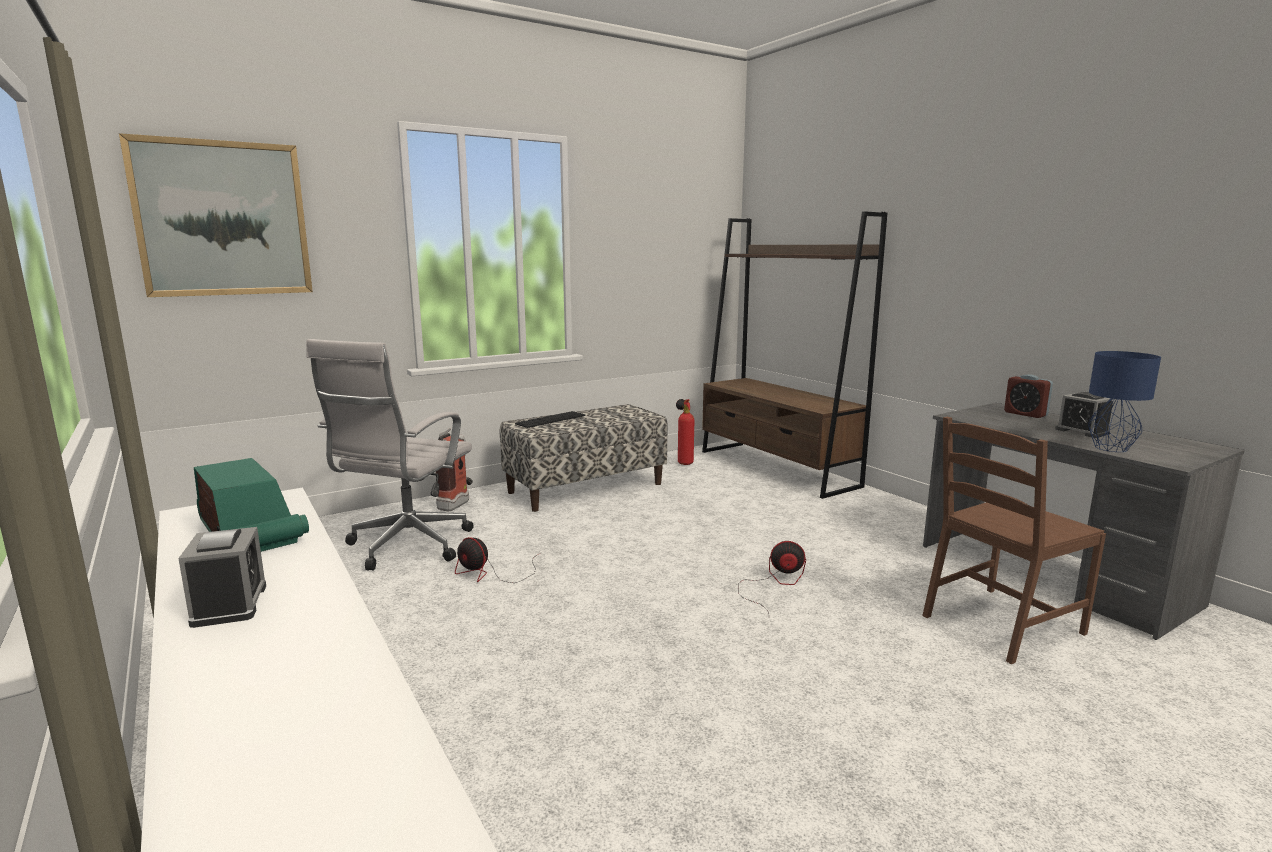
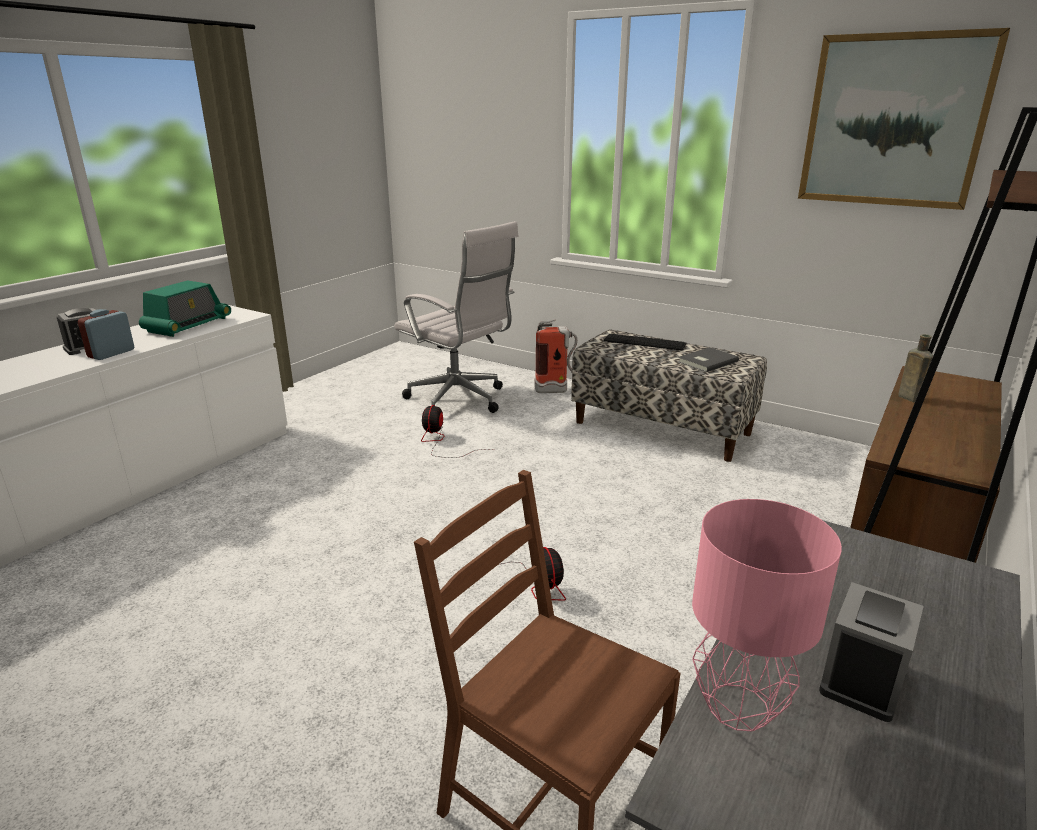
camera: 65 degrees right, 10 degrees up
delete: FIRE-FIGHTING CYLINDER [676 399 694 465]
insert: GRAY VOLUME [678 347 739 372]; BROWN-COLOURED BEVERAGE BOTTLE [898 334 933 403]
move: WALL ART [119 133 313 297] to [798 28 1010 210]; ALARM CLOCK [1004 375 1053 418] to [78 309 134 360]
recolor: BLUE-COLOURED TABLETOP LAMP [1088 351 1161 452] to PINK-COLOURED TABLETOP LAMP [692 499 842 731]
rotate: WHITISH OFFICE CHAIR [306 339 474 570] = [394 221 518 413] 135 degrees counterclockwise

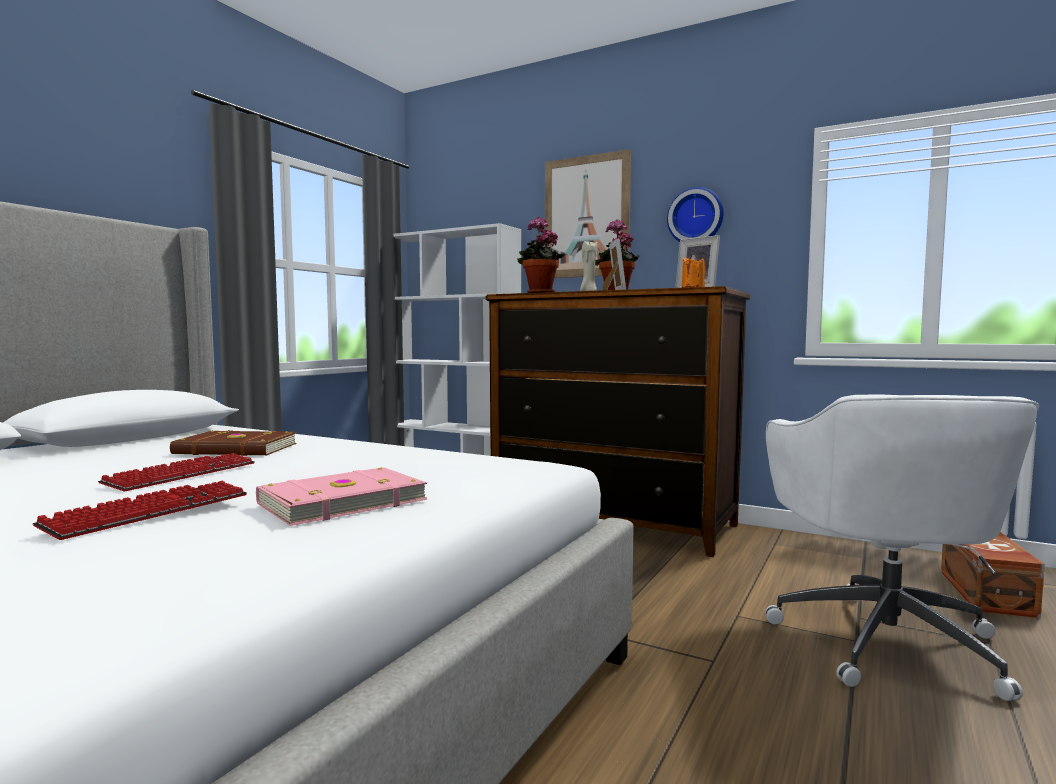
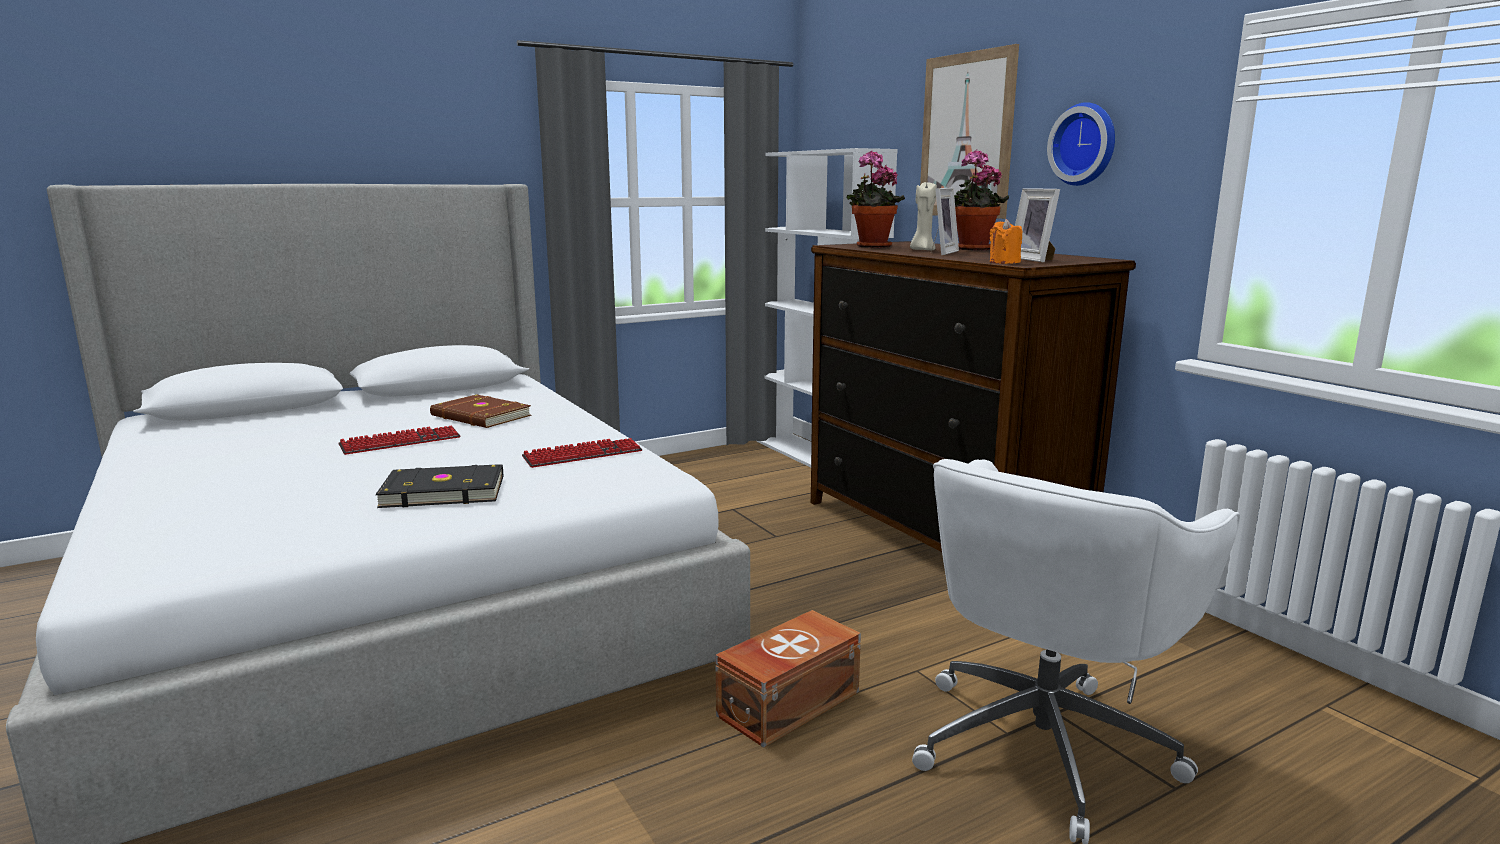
camera: 30 degrees right, 10 degrees up
move: PC KEYBOARD [33 481 247 540] to [522 438 643 468]; BROWN-COLOURED STORAGE BOX [941 532 1045 618] to [715 610 861 748]
recolor: PINK-COLOURED VOLUME [256 467 427 526] to BLACKISH VOLUME [376 464 503 508]

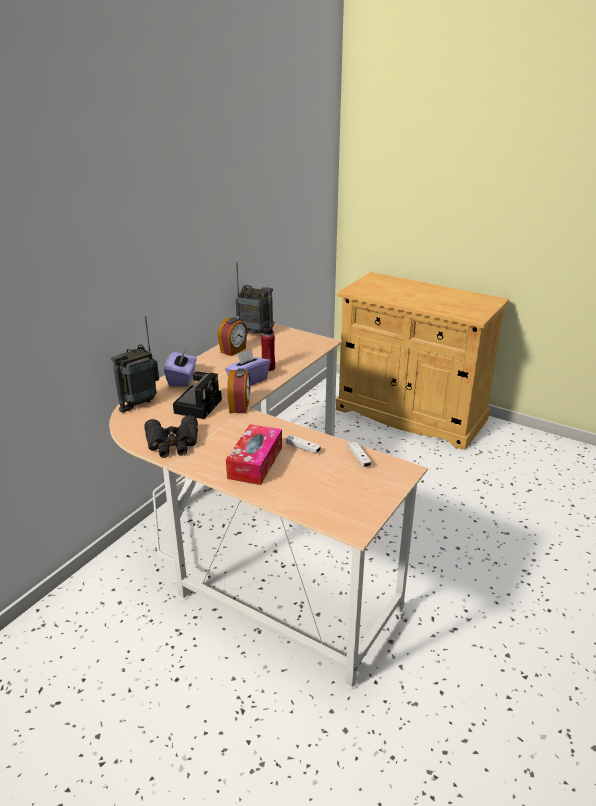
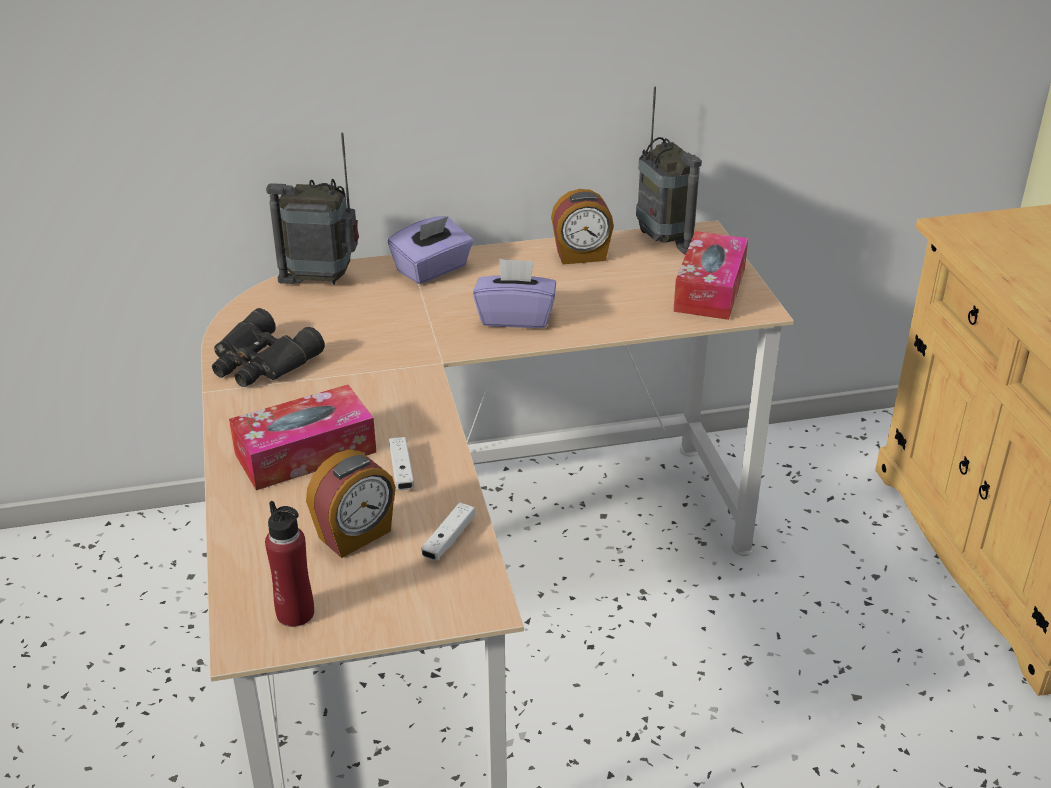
camera: 45 degrees right, 5 degrees up
delete: PHOTO CAMERA [173 372 222 419]
insert: TISSUE BOX [673 231 748 320]
move: ALARM CLOCK [227 368 250 413] to [306 449 396 558]; RED BEVERAGE BOTTLE [261 321 275 371] to [265 501 314 627]

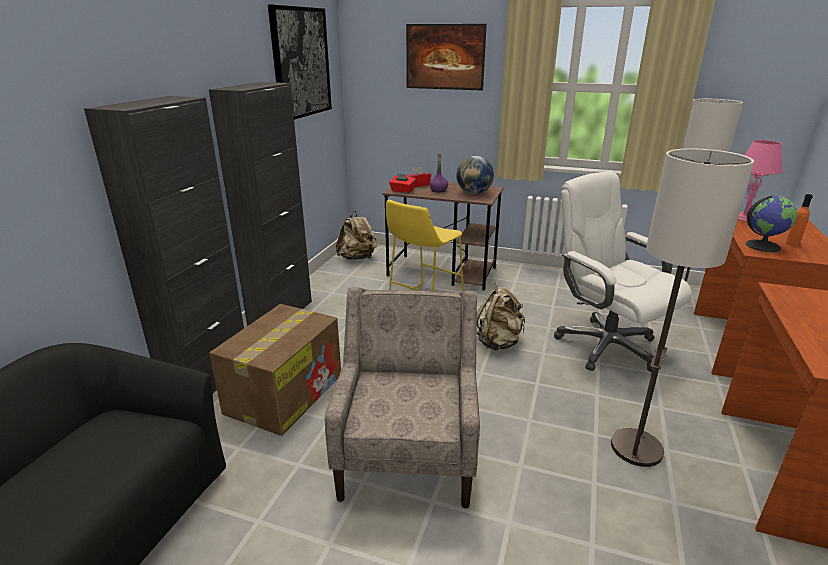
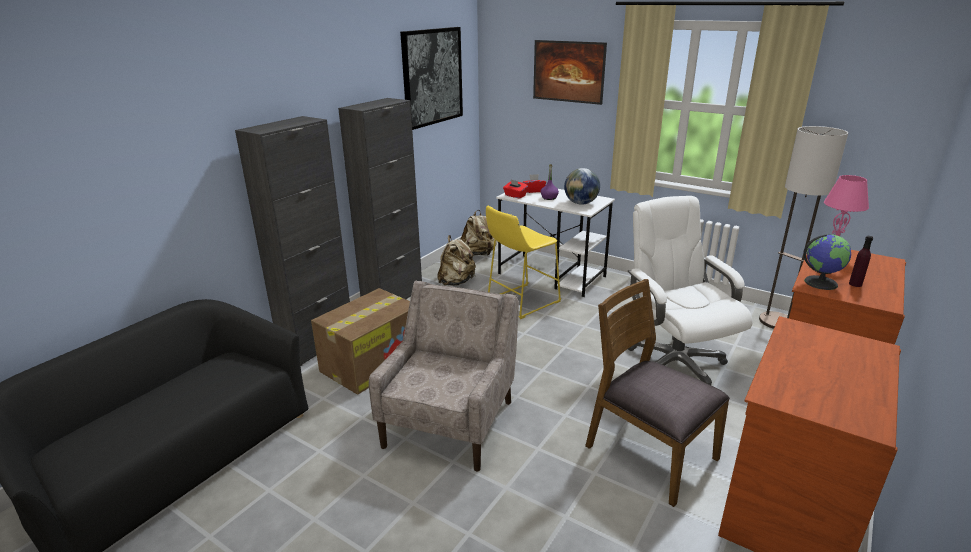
camera: 15 degrees right, 0 degrees up
move: BEIGE-COLOURED KNAPSACK [476 283 525 351] to [437 235 476 286]
replace: STANDARD LAMP [611 148 754 467] to BROWN-COLOURED CHAIR [585 279 730 507]
recolor: BROWN-COLOURED DESK TABLE [382 182 503 290] to WHITISH DESK TABLE [496 189 615 297]; ORANGEY BEVERAGE BOTTLE [785 194 813 247] to PURPLE-COLOURED BEVERAGE BOTTLE [849 236 873 287]

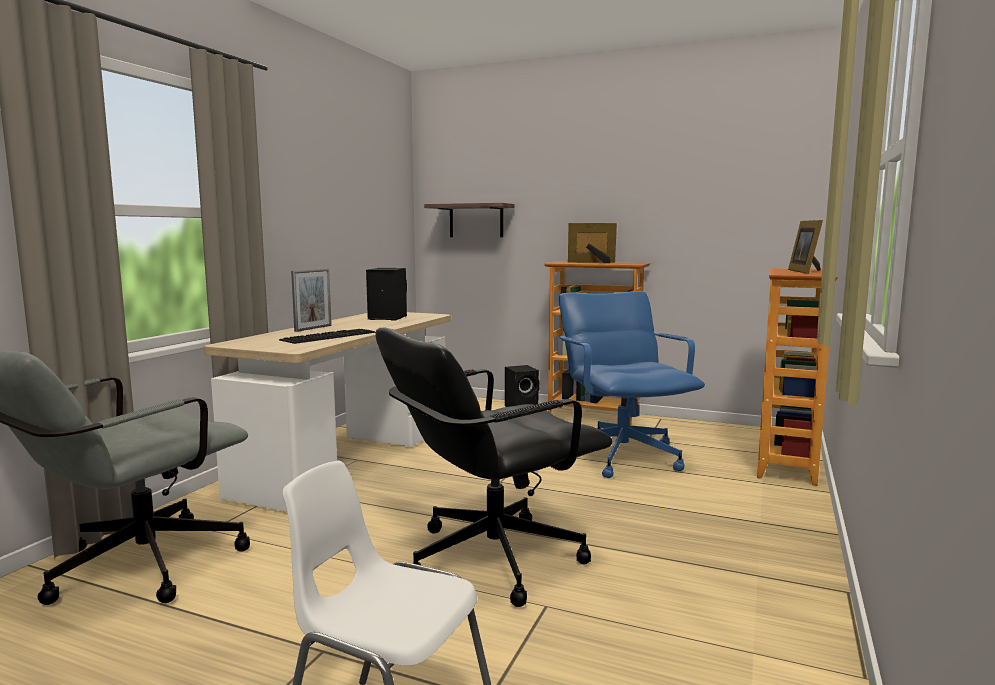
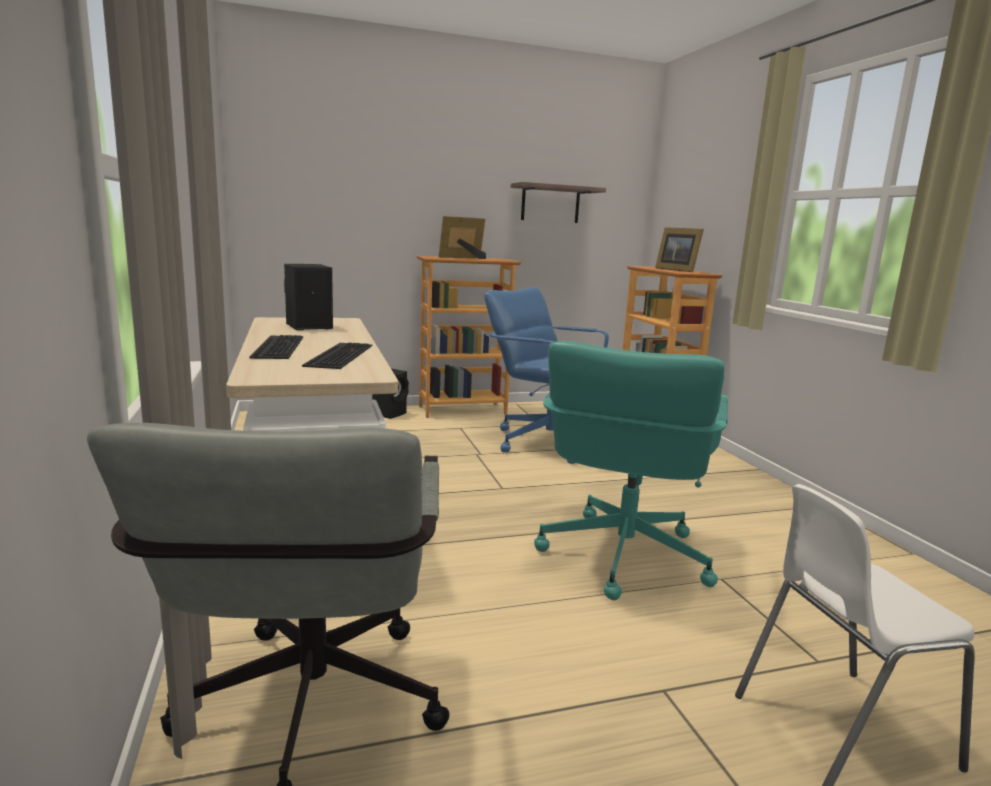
camera: 40 degrees left, 5 degrees up
move: BRACKET SHELF [424 203 515 237] to [511 182 606 223]
replace: STANDING FRAME [291 268 332 332] to PC KEYBOARD [250 335 303 359]
recolor: BLACKISH OFFICE CHAIR [376 328 613 607] to BLUE-GREEN OFFICE CHAIR [534 341 728 600]

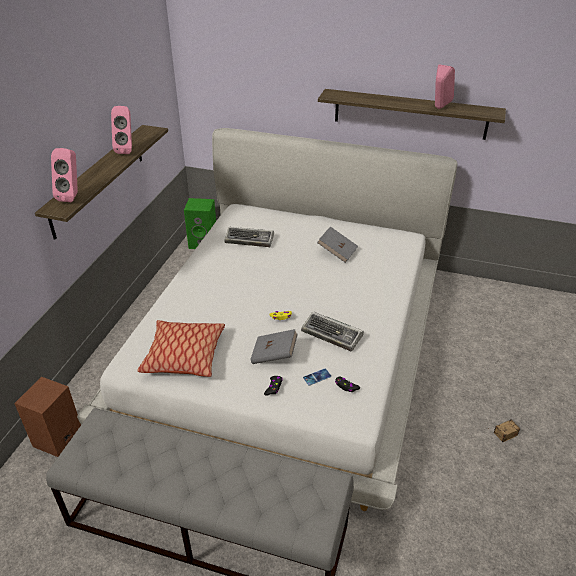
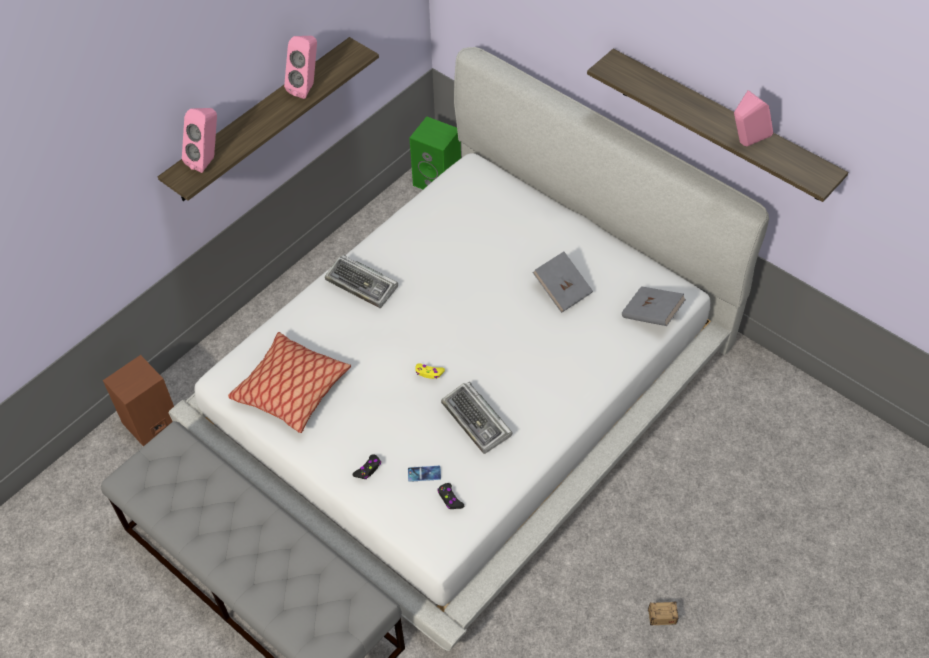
camera: 25 degrees right, 15 degrees up
move: PC KEYBOARD [224 227 274 247] to [325 254 398 308]; GRAY VOLUME [250 329 298 364] to [622 286 686 326]

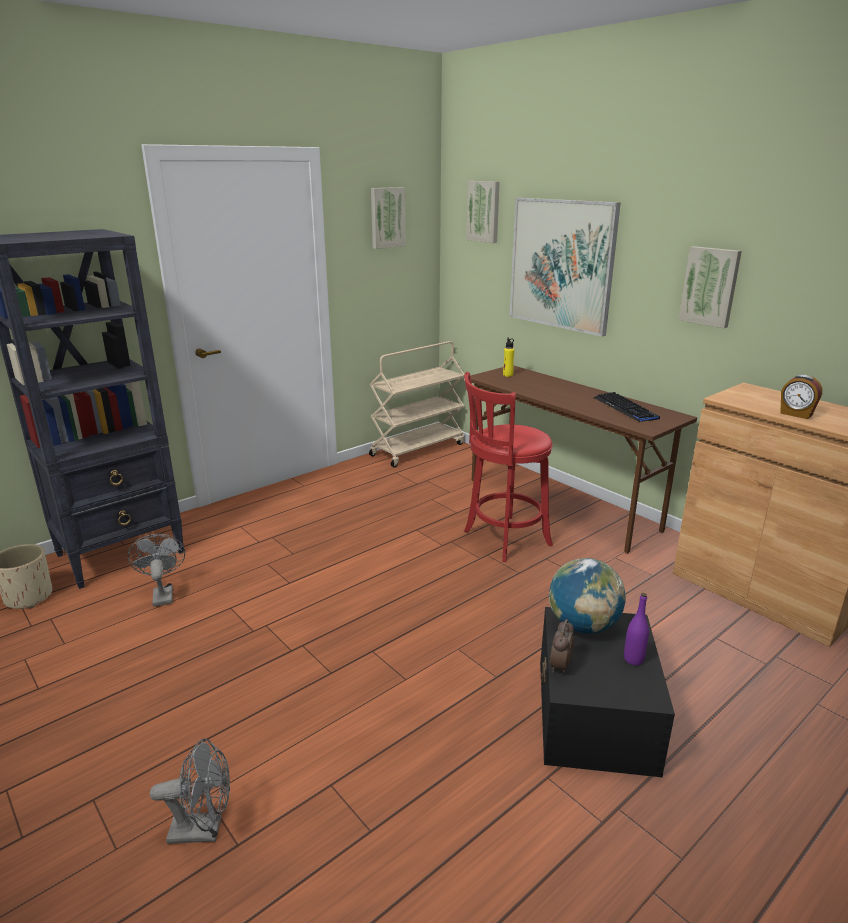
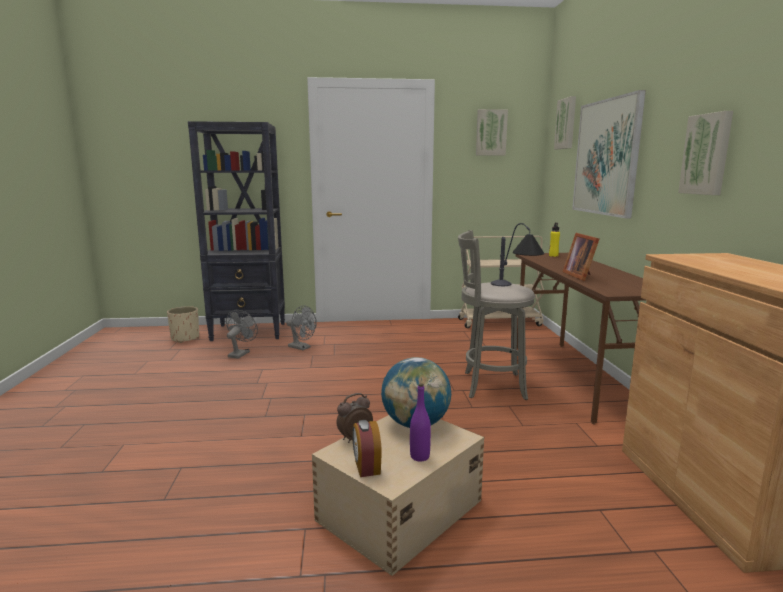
camera: 35 degrees right, 10 degrees down
delete: PC KEYBOARD [593 392 660 422]
insert: TABLETOP LAMP [491 223 544 286]; STANDING FRAME [562 233 599 281]
move: GRAY FAN [150 738 230 844] to [286 305 317 350]; ALARM CLOCK [780 375 822 419] to [352 420 382 477]
recolor: RED STOOL [464 372 553 562] to GRAY STOOL [458 230 535 400]; BLACKISH STORAGE BOX [540 607 675 777] to BEIGE-COLOURED STORAGE BOX [312 415 484 576]

